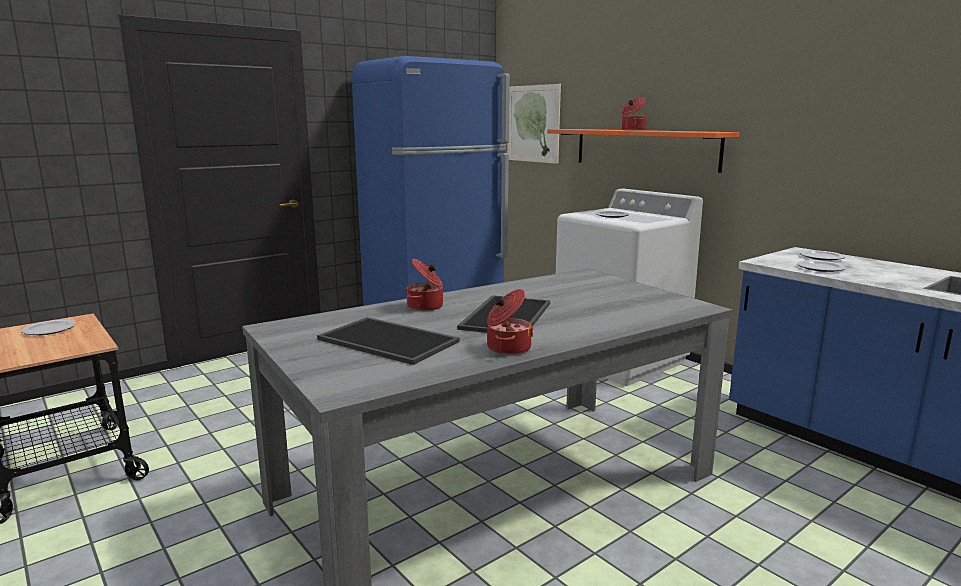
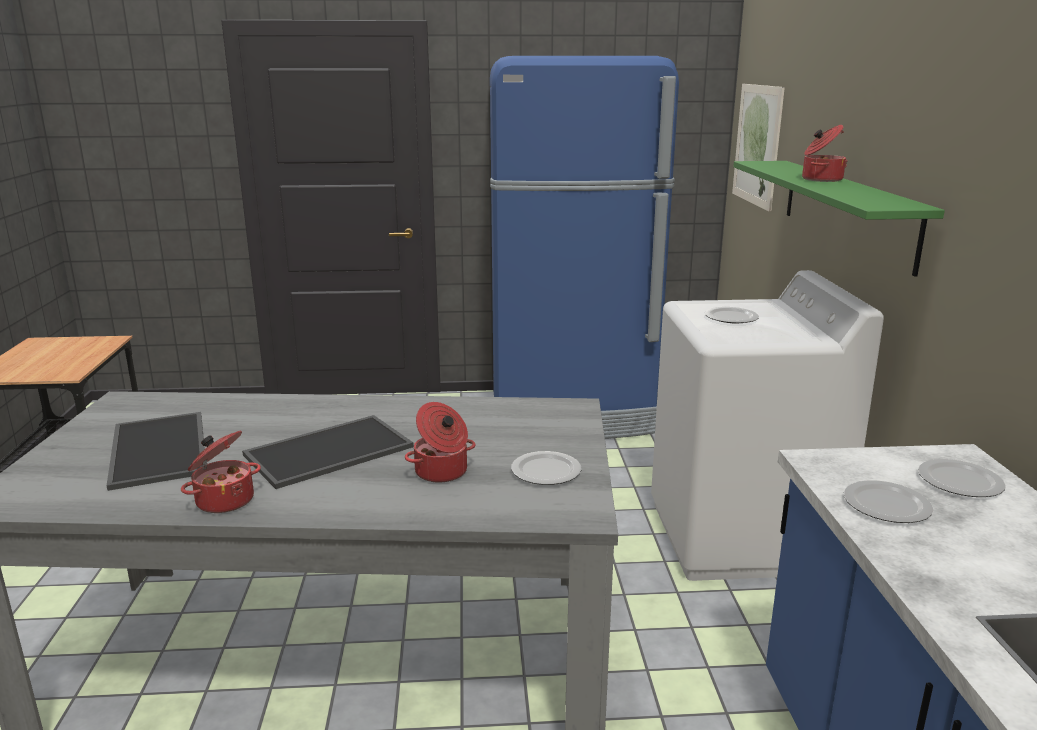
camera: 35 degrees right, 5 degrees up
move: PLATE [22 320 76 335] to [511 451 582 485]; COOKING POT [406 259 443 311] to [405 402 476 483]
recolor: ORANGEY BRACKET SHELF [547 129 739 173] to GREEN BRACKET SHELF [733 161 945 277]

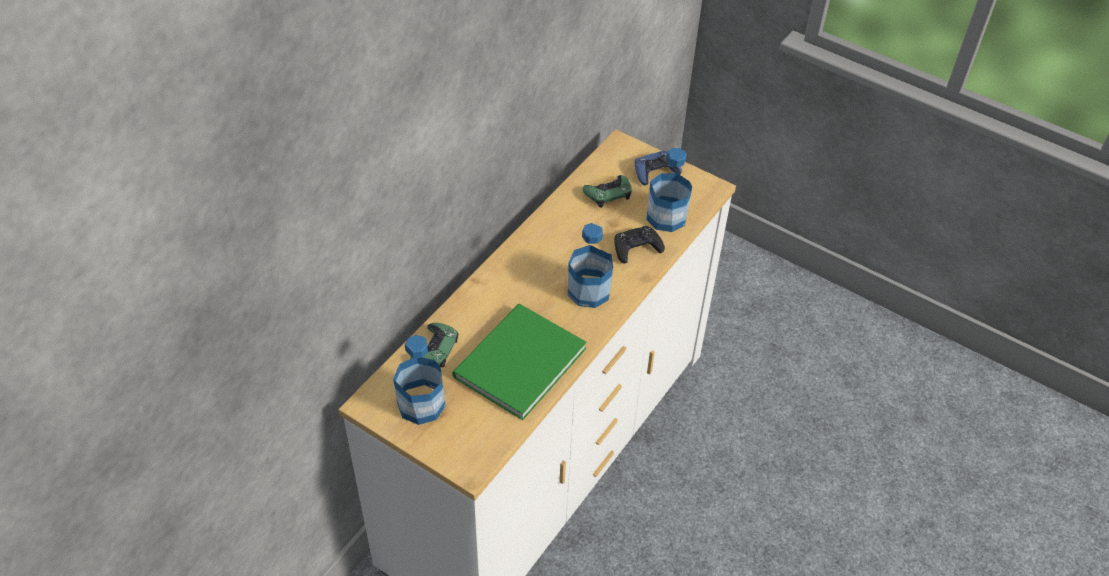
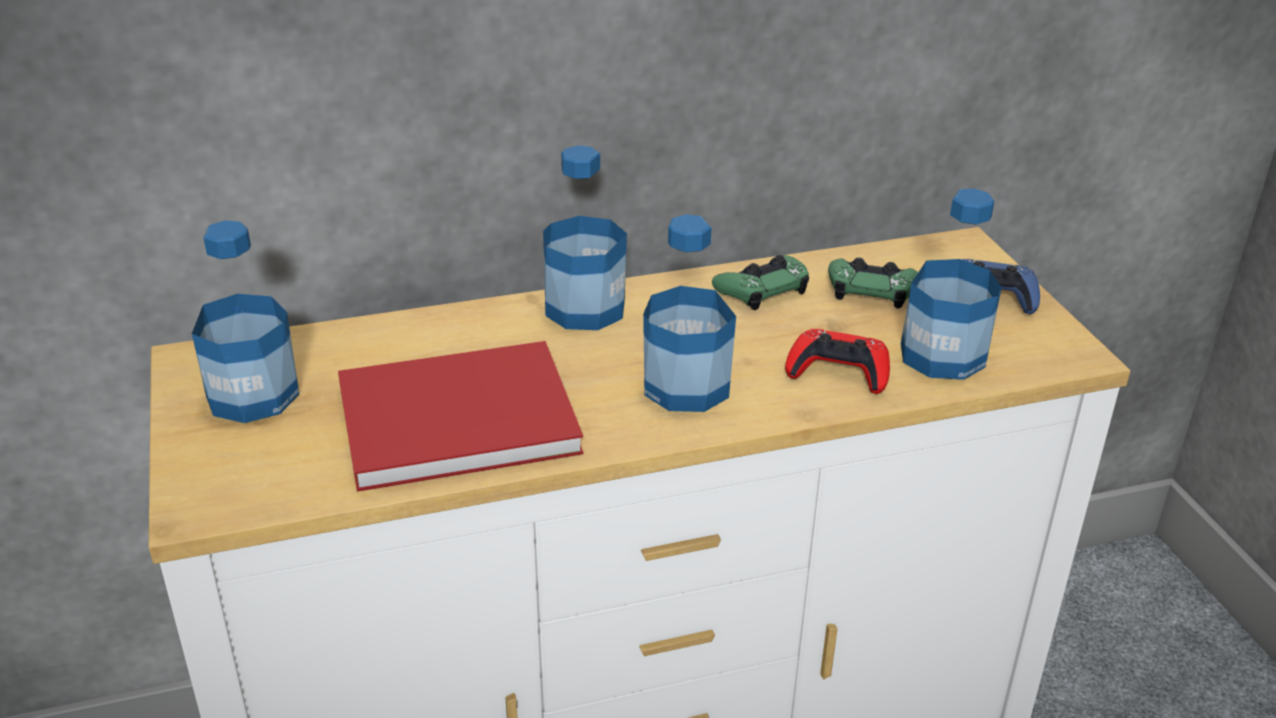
camera: 40 degrees right, 15 degrees down
insert: BEVERAGE BOTTLE [543 145 627 330]
move: GREEN JOYPAD [410 323 458 367] to [712 255 809 310]
recolor: GREEN VOLUME [452 304 587 420] to RED VOLUME [338 341 583 492]; BLACKISH JOYPAD [614 226 665 263] to RED JOYPAD [785 329 890 394]

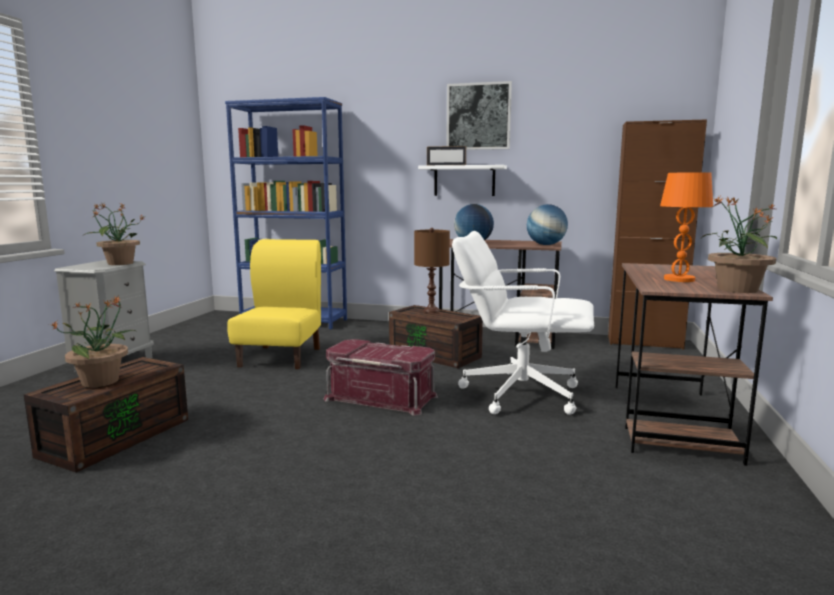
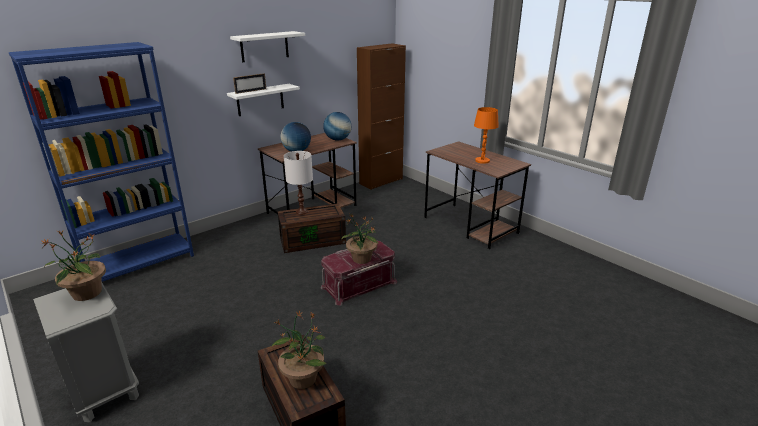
camera: 55 degrees left, 15 degrees up
delete: YELLOWISH CHAIR [227 239 321 369]; WHITISH OFFICE CHAIR [452 231 594 415]
move: POTTED PLANT [702 196 777 293] to [341 213 379 264]
replace: WALL ART [446 81 512 150] to WHITISH BRACKET SHELF [230 31 305 62]
recolor: BROWN-COLOURED TABLETOP LAMP [414 228 450 313] to WHITISH TABLETOP LAMP [284 151 313 215]

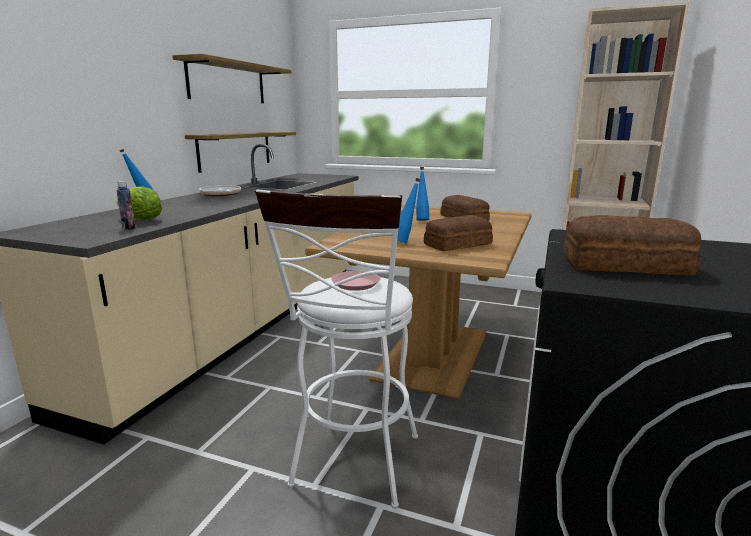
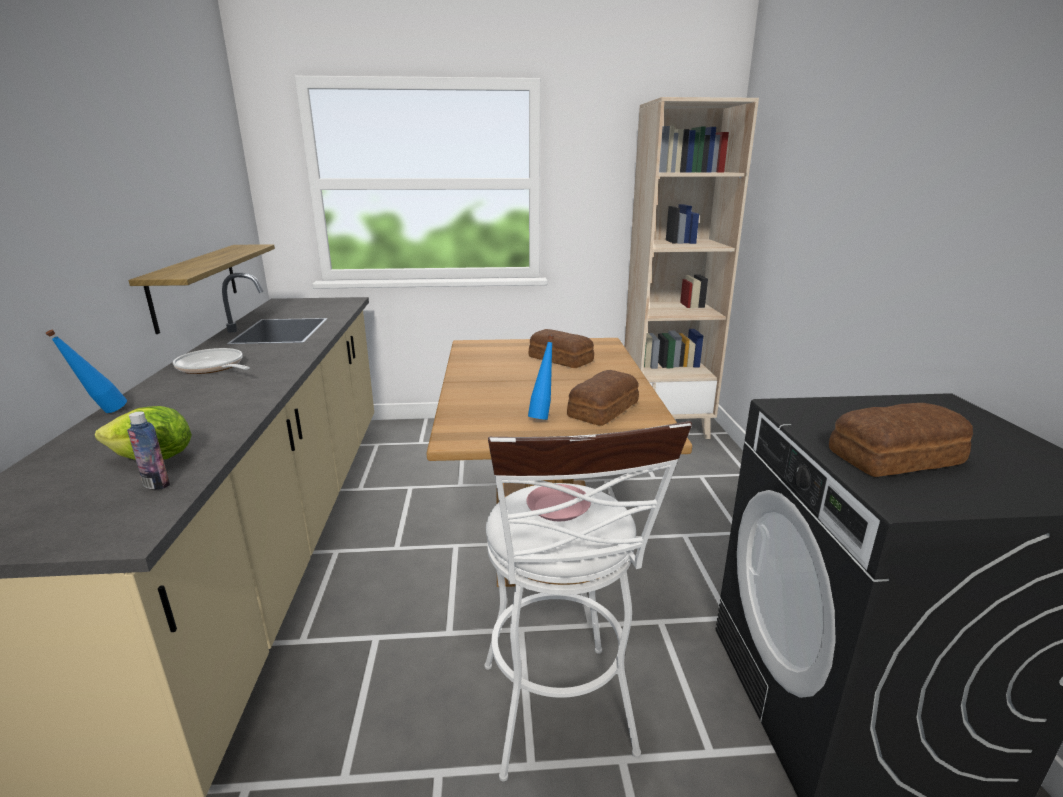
camera: 25 degrees left, 5 degrees up
delete: BRACKET SHELF [172 54 291 103]; BLUE-COLOURED BEVERAGE BOTTLE [416 167 429 221]

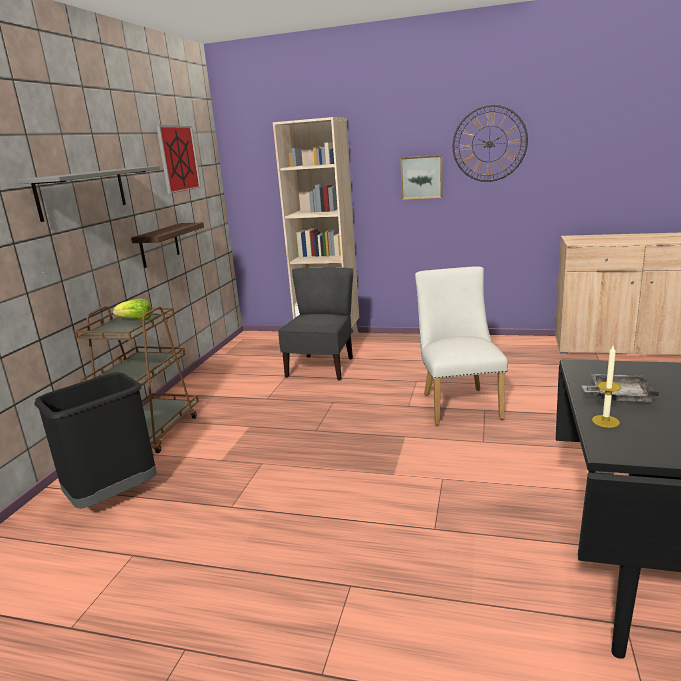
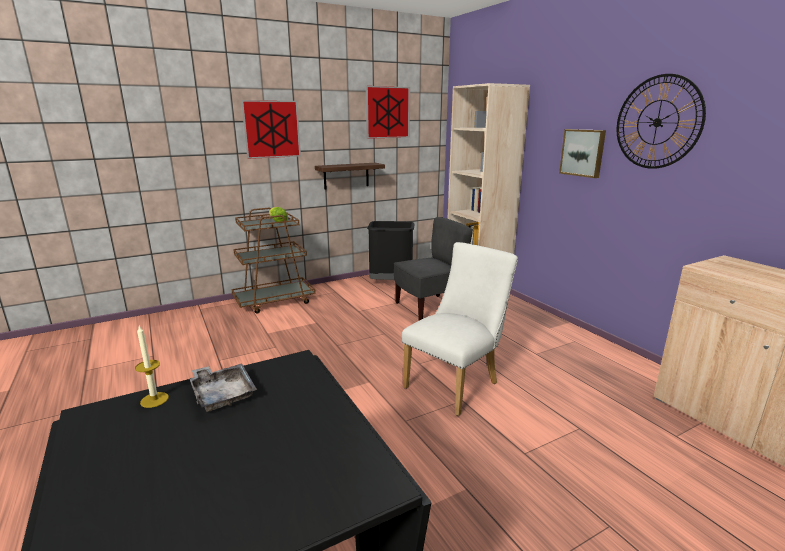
camera: 45 degrees right, 0 degrees up
move: BLACKISH TRASH CAN [34 372 157 509] to [367 221 415 280]
replace: GRAY BRACKET SHELF [18 166 160 222] to WALL ART [241 100 301 159]

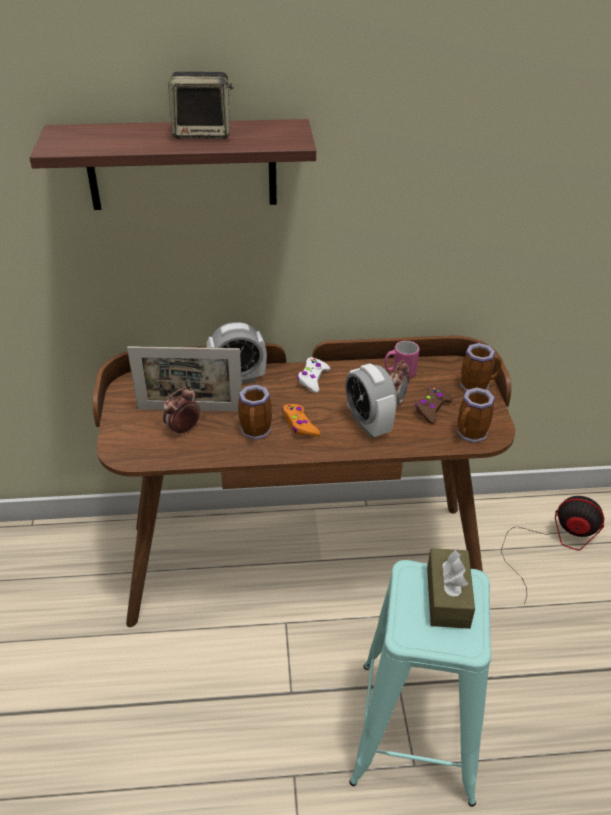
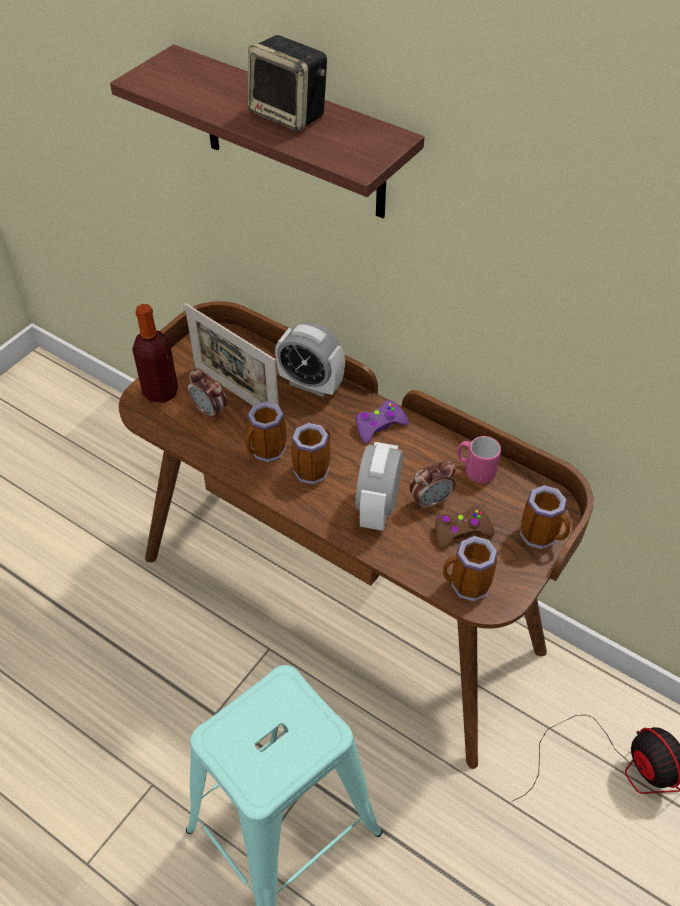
camera: 40 degrees right, 10 degrees up
delete: BROWN-COLOURED TISSUE BOX [427 548 475 629]
insert: BEVERAGE BOTTLE [132 304 178 403]
replace: ORANGEY JOYPAD [282 404 320 437] to TEA MUG [291 423 330 485]
recolor: WHITISH JOYPAD [297 357 330 393] to PURPLE-COLOURED JOYPAD [356 400 409 444]
rotate: ALARM CLOCK [163 387 200 436] = [188 368 227 420] 135 degrees counterclockwise

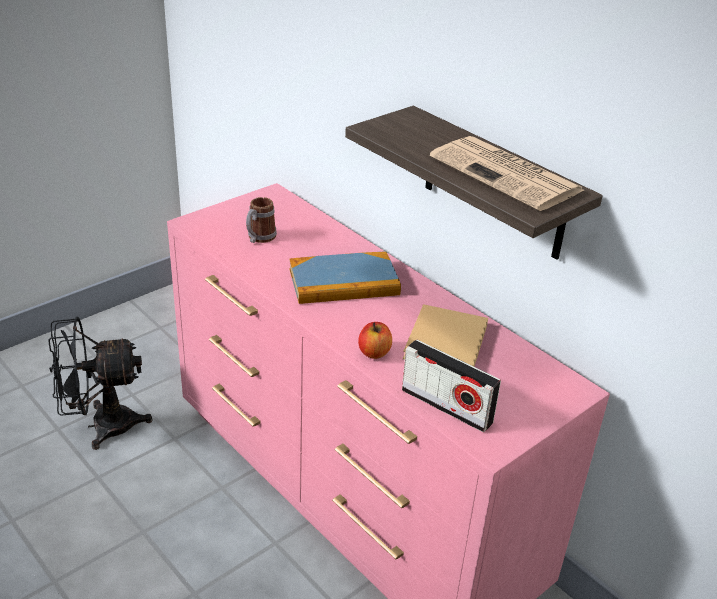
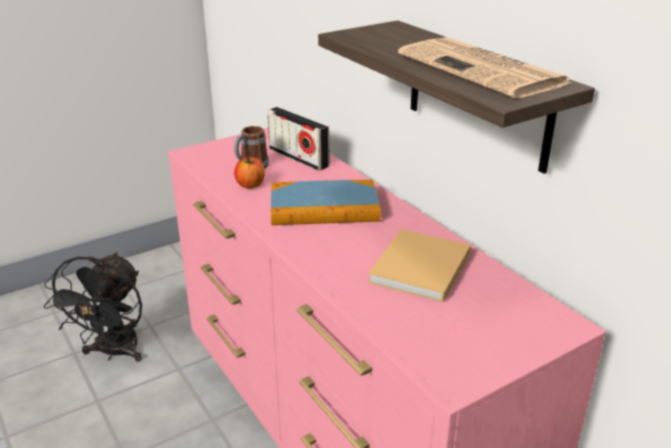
camera: 10 degrees right, 5 degrees down
move: WHOLE APPLE [358 322 392 359] to [234 156 265 189]; RADIO SET [402 339 501 432] to [267 107 330 171]
rotate: BLACKISH FAN [48 317 152 450] = [44 252 142 362] 75 degrees counterclockwise

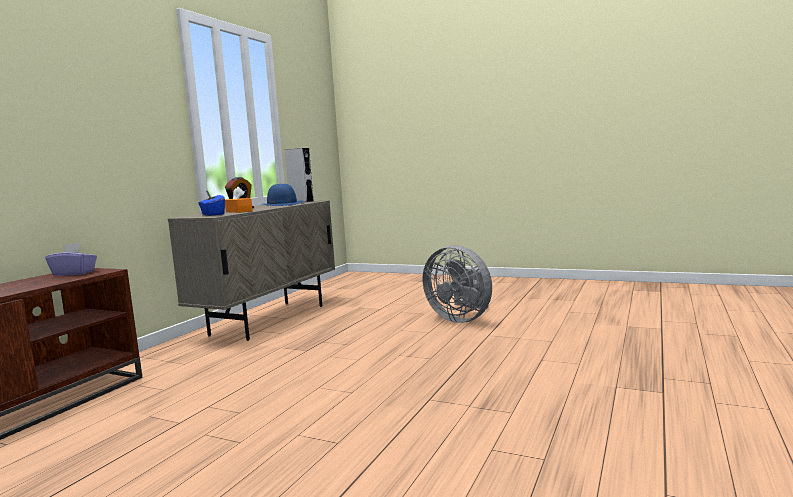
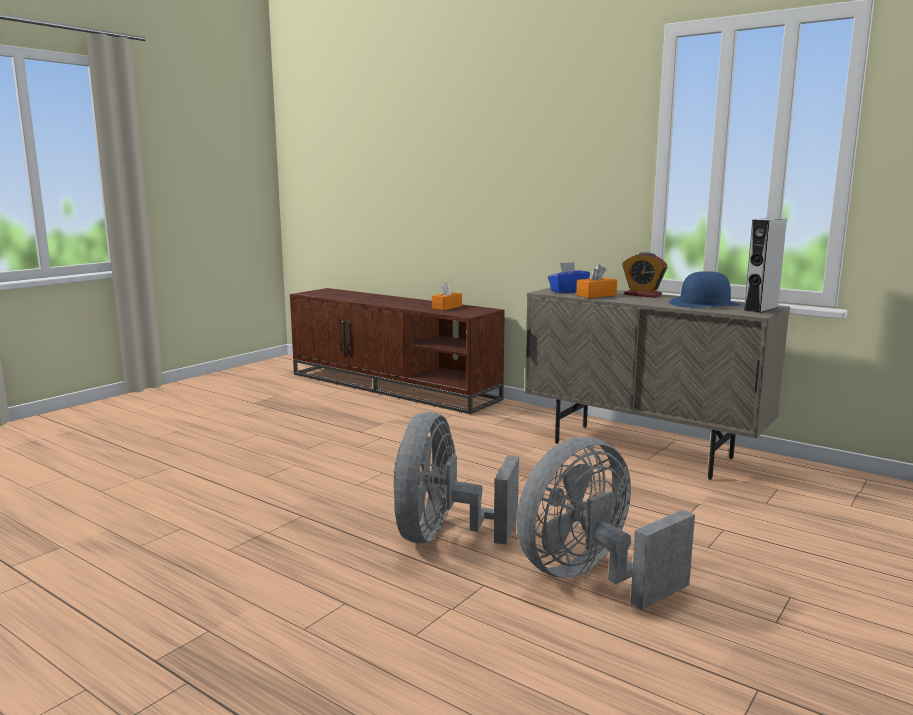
camera: 100 degrees right, 5 degrees up
delete: PURPLE-COLOURED TISSUE BOX [45 243 97 276]
insert: GRAY FAN [393 412 519 545]; ORANGEY TISSUE BOX [432 282 462 310]

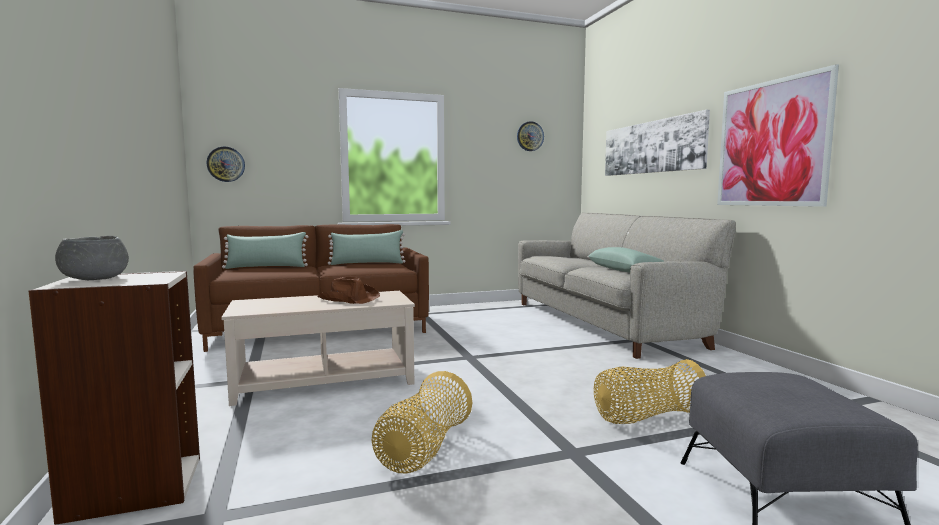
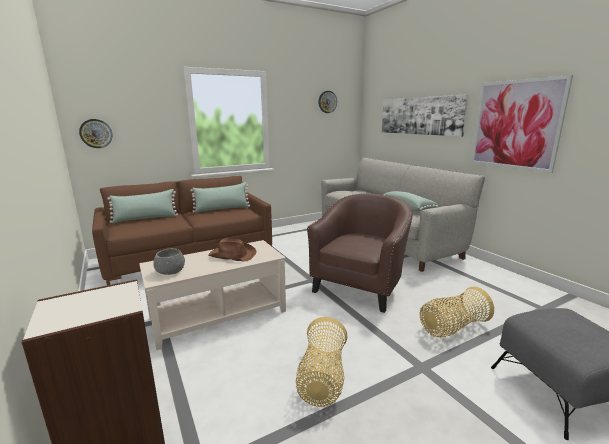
camera: 10 degrees left, 10 degrees up
insert: BROWN-COLOURED LOUNGE CHAIR [307 193 413 313]
move: GRAY SERVING BOWL [55 236 129 280] to [154 248 185 275]

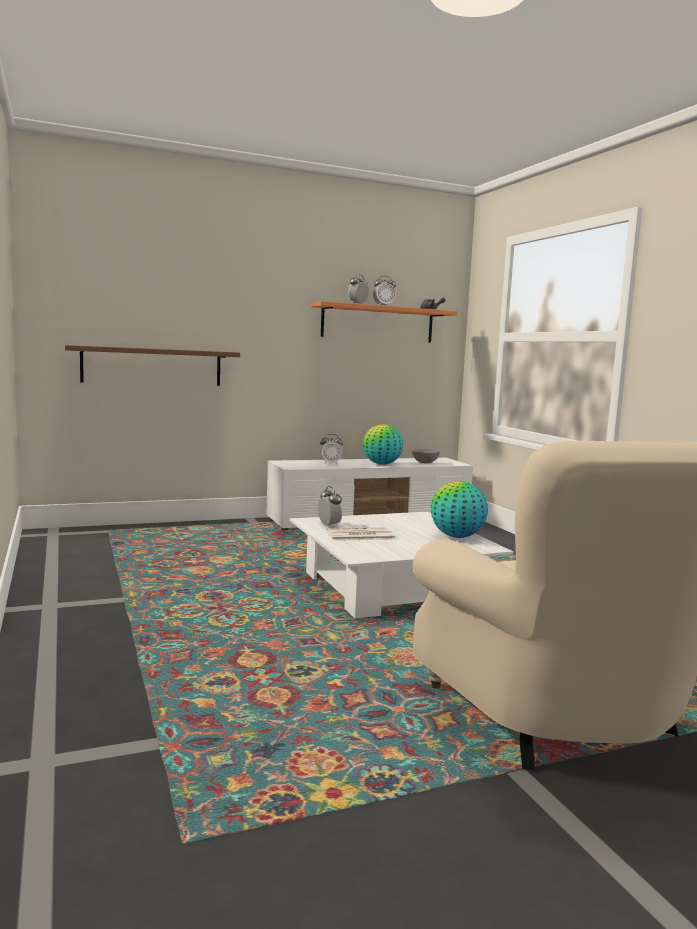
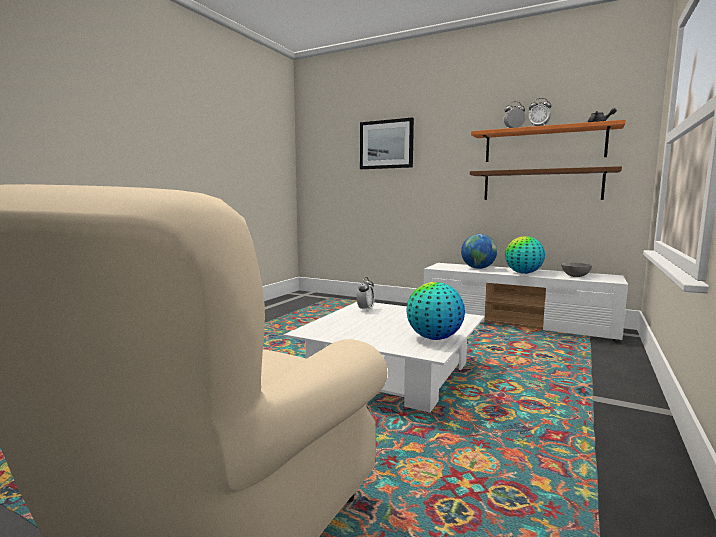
camera: 50 degrees right, 0 degrees up
delete: PRINTED PAPER [326 528 395 541]
insert: WALL ART [360 117 414 169]
move: BROWN-COLOURED BRACKET SHELF [65 345 240 386] to [470 166 622 200]
replace: ALARM CLOCK [320 434 343 464] to GLOBE [461 234 497 269]

